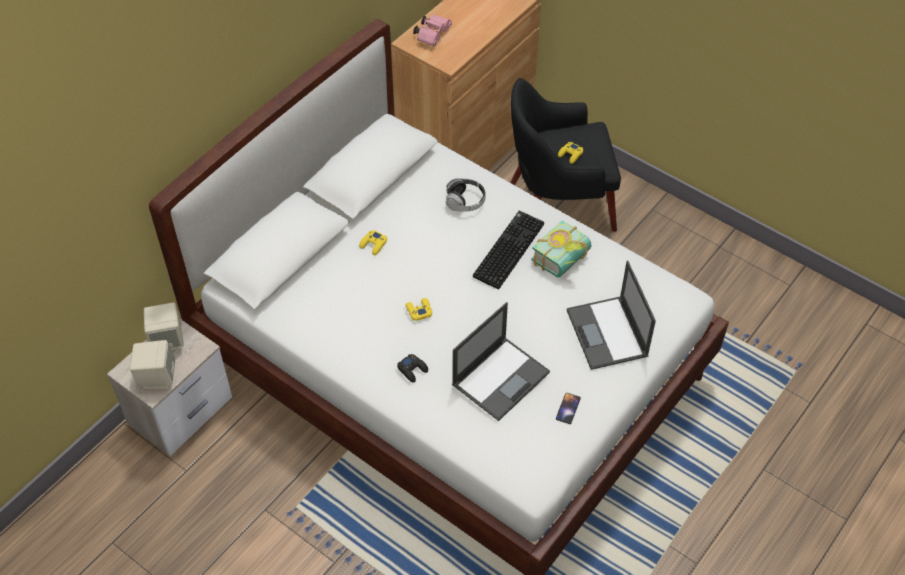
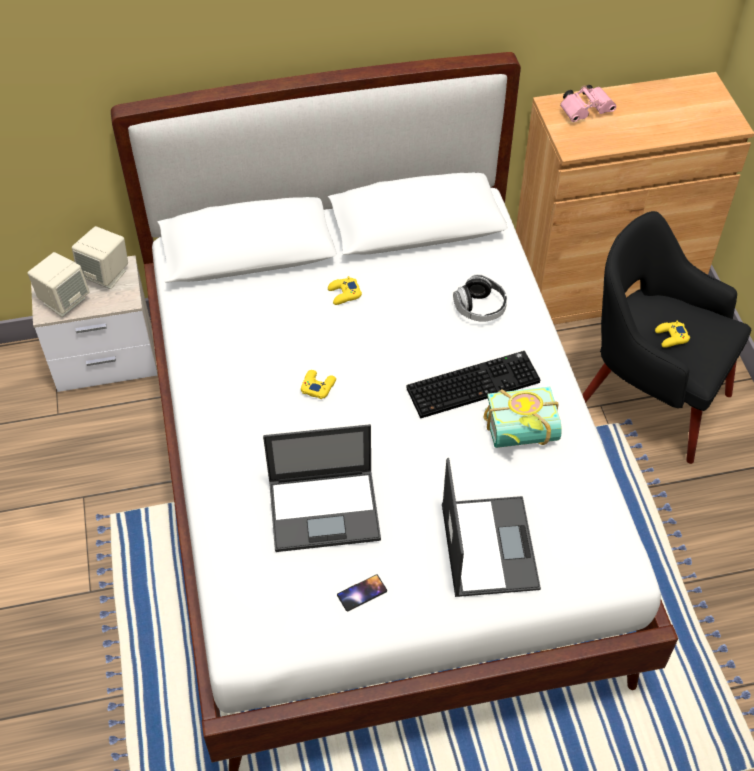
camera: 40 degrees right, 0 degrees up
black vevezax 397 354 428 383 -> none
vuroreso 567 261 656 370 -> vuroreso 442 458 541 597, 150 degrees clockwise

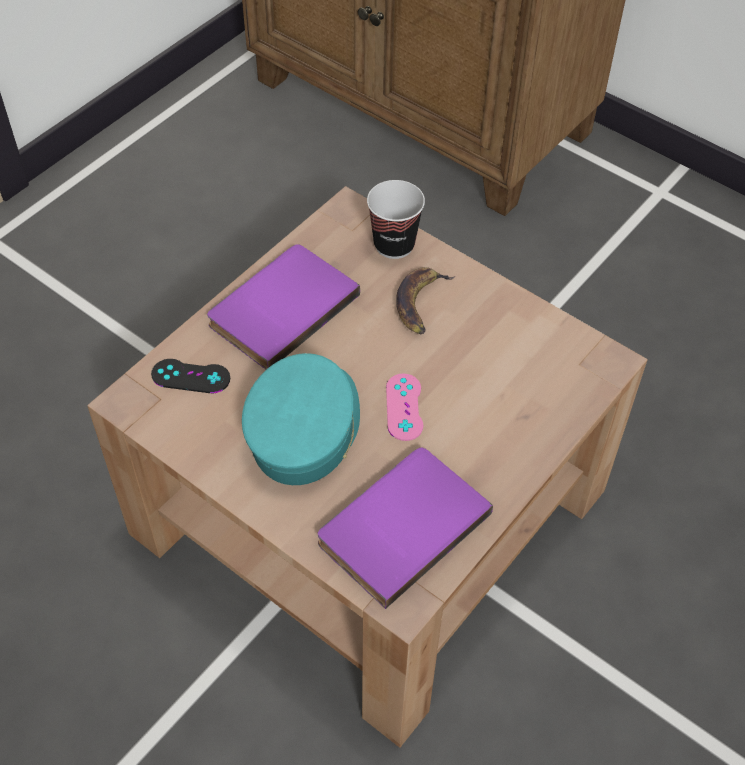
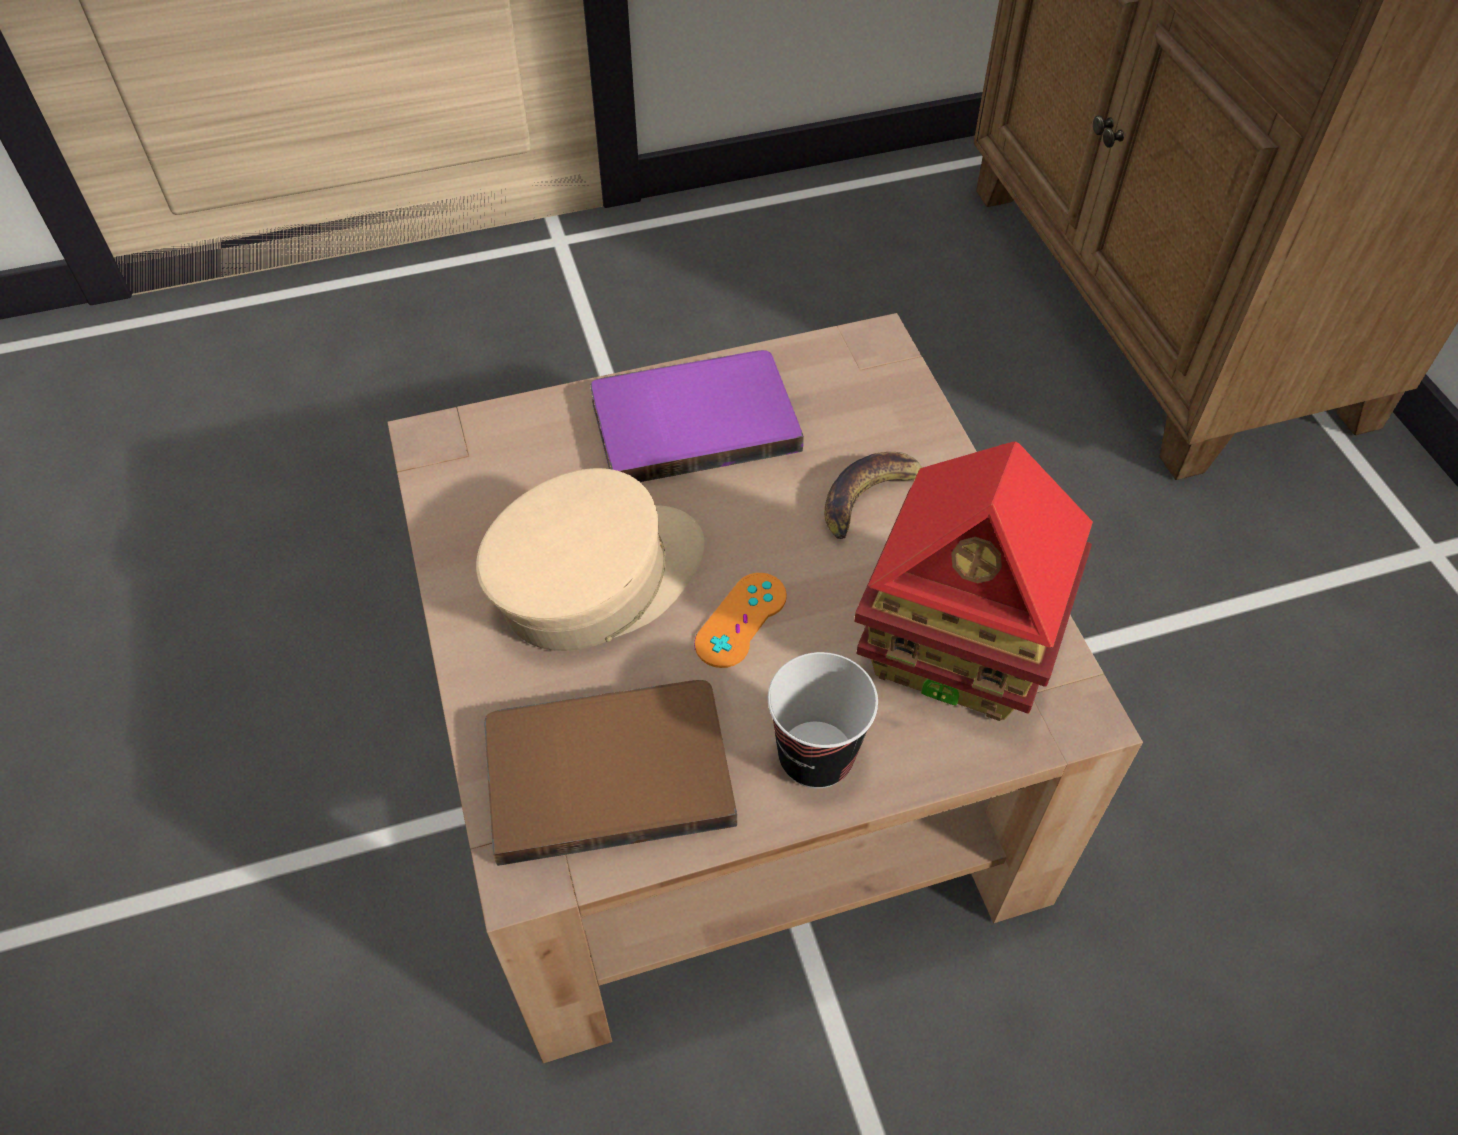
camera: 35 degrees right, 0 degrees up
black vevezax 151 359 230 393 -> none
none -> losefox 854 441 1093 721
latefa 367 180 425 259 -> latefa 768 652 878 789, moved
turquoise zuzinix 242 353 360 485 -> beige zuzinix 476 468 705 651
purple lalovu 318 448 493 609 -> brown lalovu 484 680 737 866
pink vevezax 386 374 423 441 -> orange vevezax 694 573 787 668

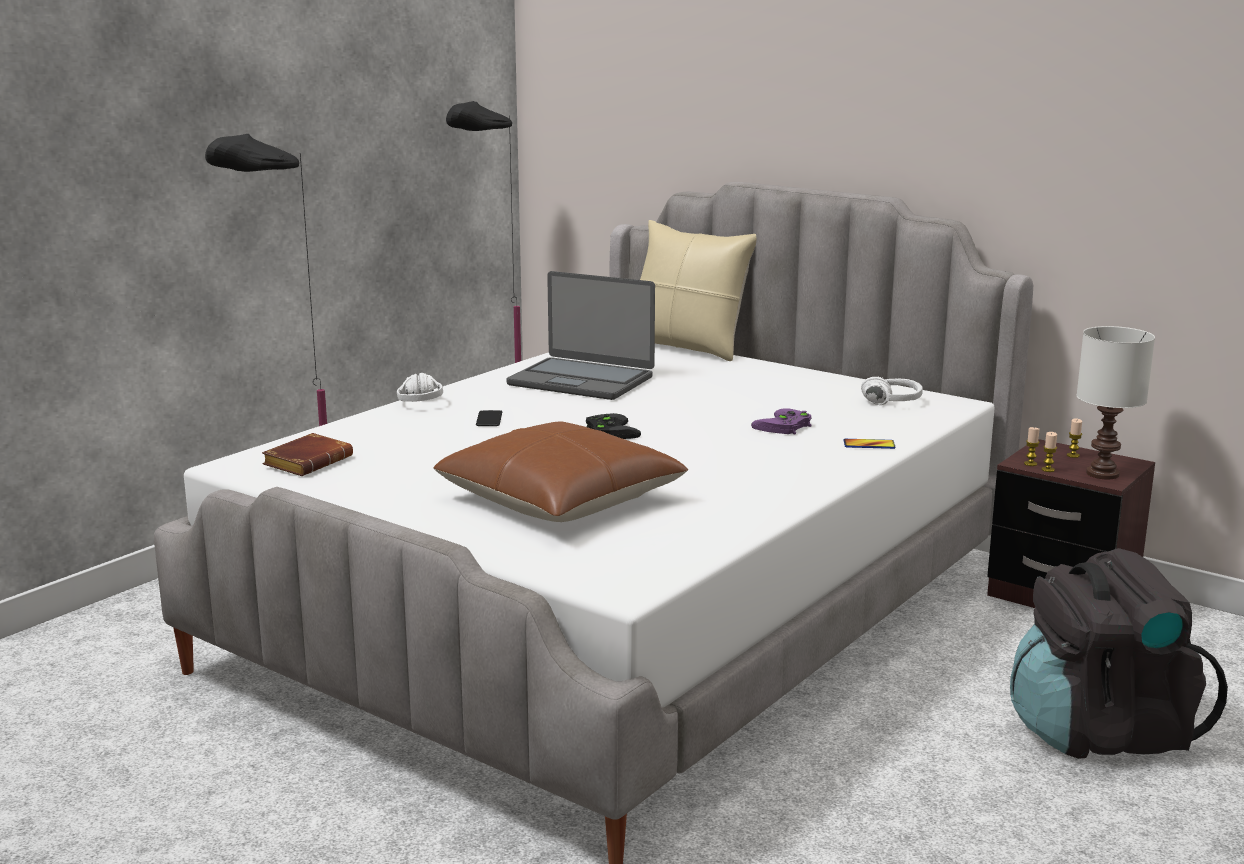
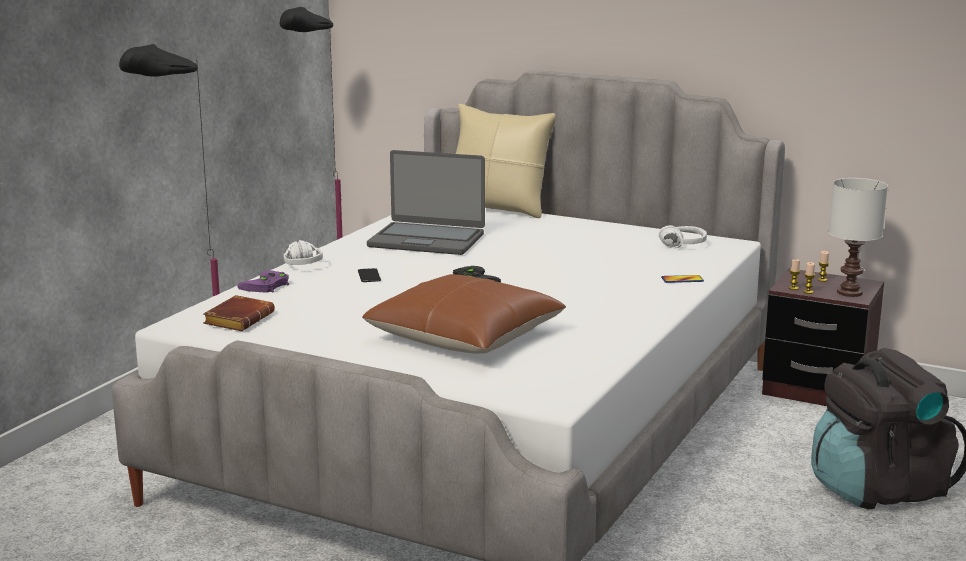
camera: 10 degrees left, 0 degrees up
purple vevezax 751 408 812 435 -> purple vevezax 237 271 289 293, moved

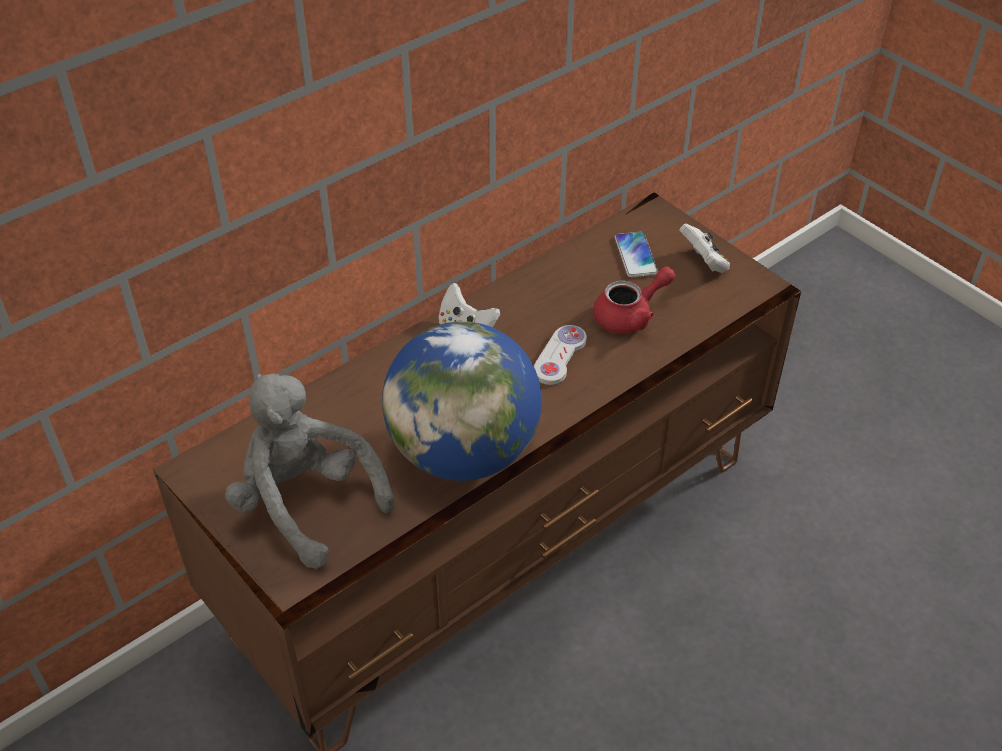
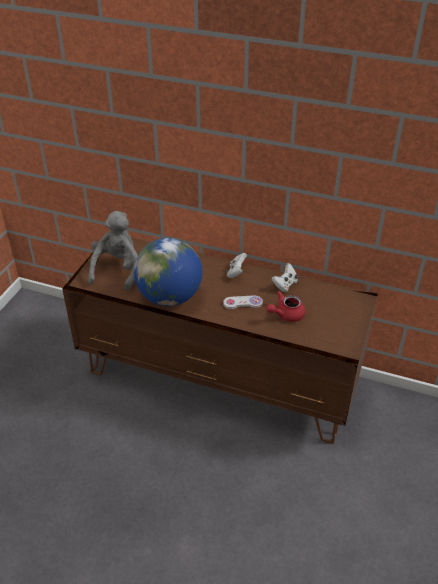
camera: 60 degrees right, 5 degrees down
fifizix 615 232 658 277 -> none
white vevezax 679 223 730 273 -> white vevezax 271 263 298 292, moved
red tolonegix 593 266 675 334 -> red tolonegix 266 291 305 322, 120 degrees clockwise

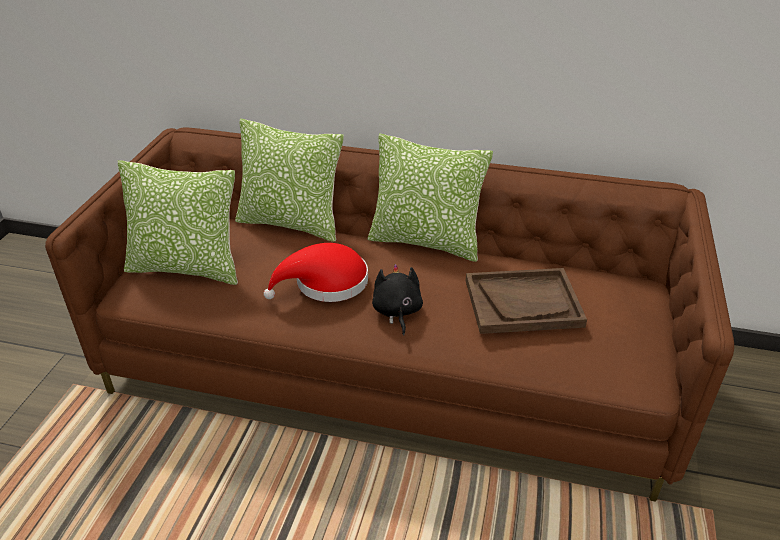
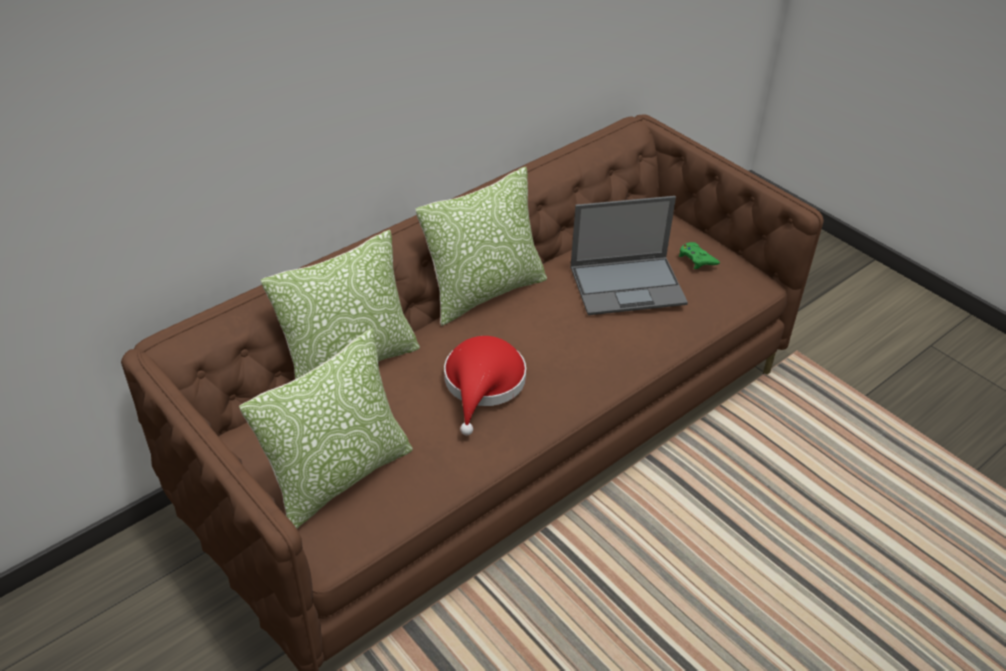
camera: 55 degrees left, 5 degrees up
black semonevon 372 264 423 335 -> none
none -> green vevezax 679 242 720 269
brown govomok 466 268 587 334 -> vuroreso 570 196 688 315

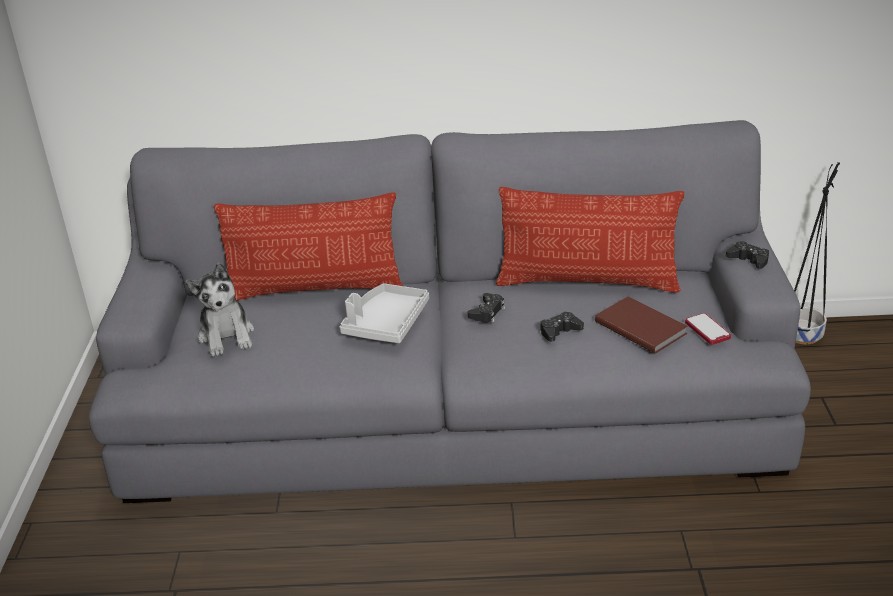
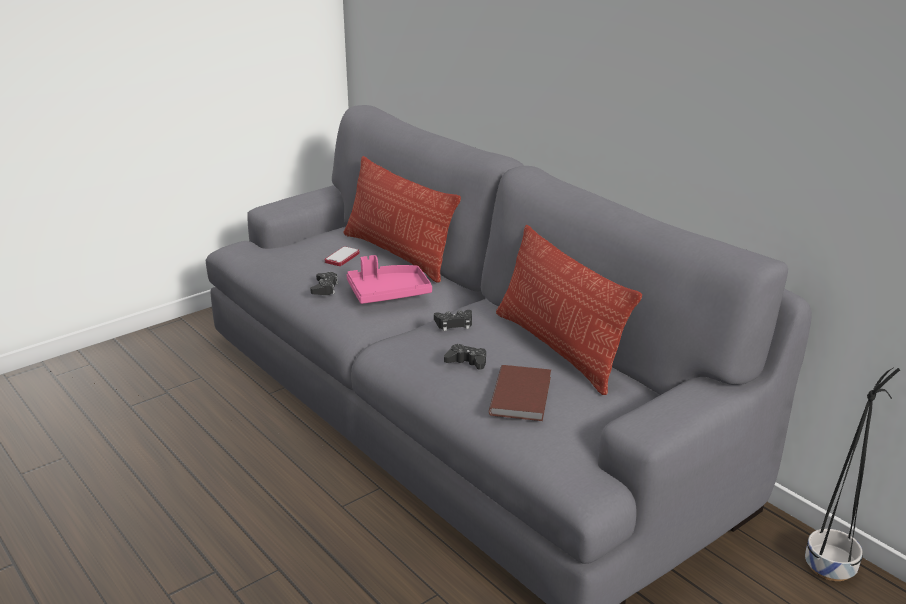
camera: 50 degrees right, 5 degrees down
semonevon 186 263 254 357 -> none
fifizix 685 313 731 345 -> fifizix 325 247 360 266, moved
black vevezax 726 241 769 269 -> black vevezax 310 272 338 295, moved
grey govomok 340 283 429 343 -> pink govomok 346 255 432 304

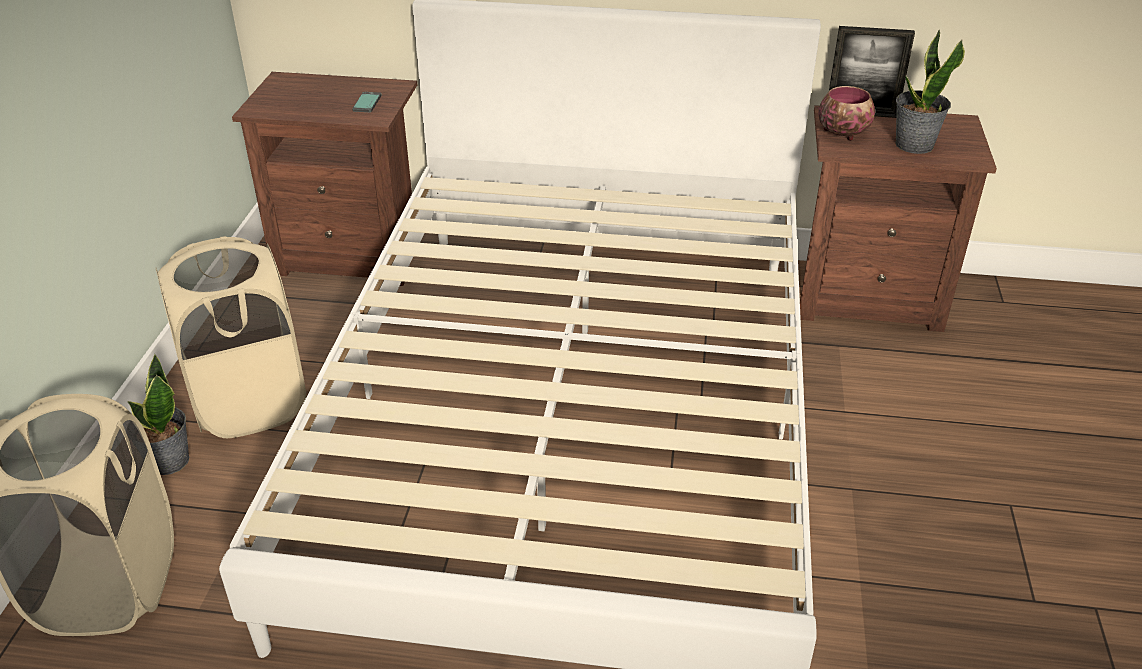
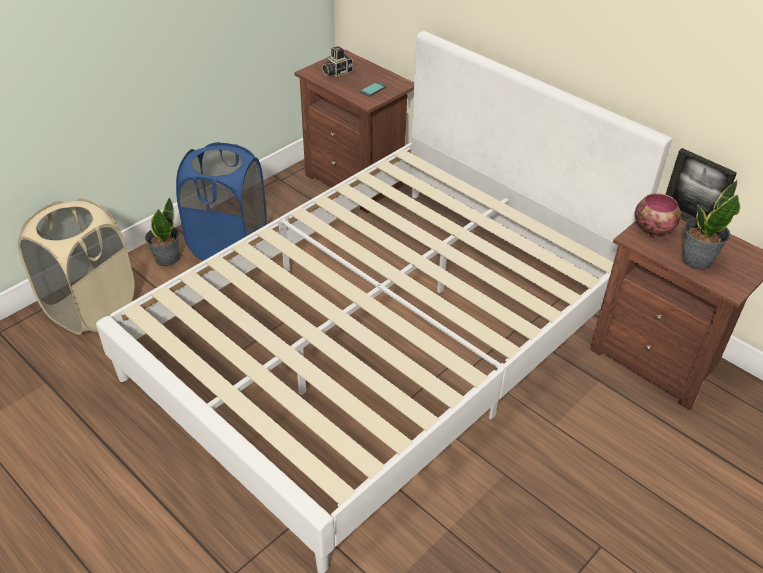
camera: 35 degrees right, 5 degrees up
none -> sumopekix 322 46 353 77
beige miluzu 156 236 306 438 -> blue miluzu 176 142 267 261

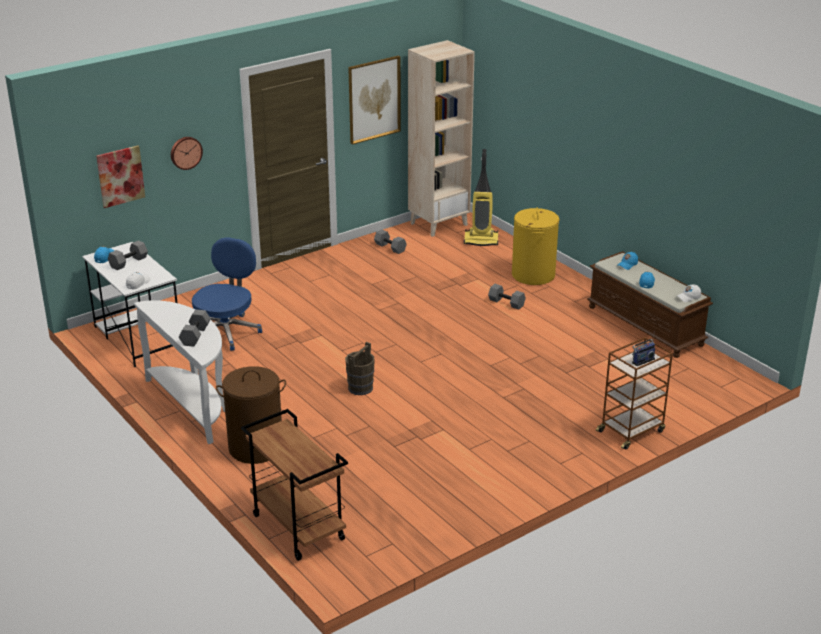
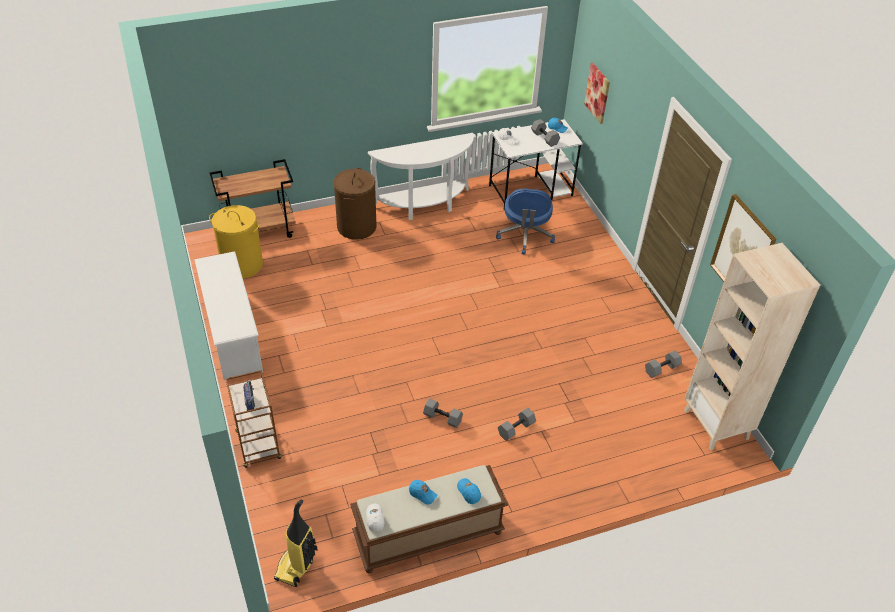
camera: 105 degrees right, 15 degrees up
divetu 171 137 203 170 -> none
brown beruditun 345 342 375 395 -> none
none -> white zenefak 195 251 263 380
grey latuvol 179 310 211 347 -> grey latuvol 423 398 463 428, moved
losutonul 464 149 498 246 -> losutonul 274 500 318 587, moved
yellow miluzu 512 207 559 285 -> yellow miluzu 209 205 263 279, moved
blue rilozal 192 238 262 351 -> blue rilozal 496 189 555 255, 60 degrees clockwise

